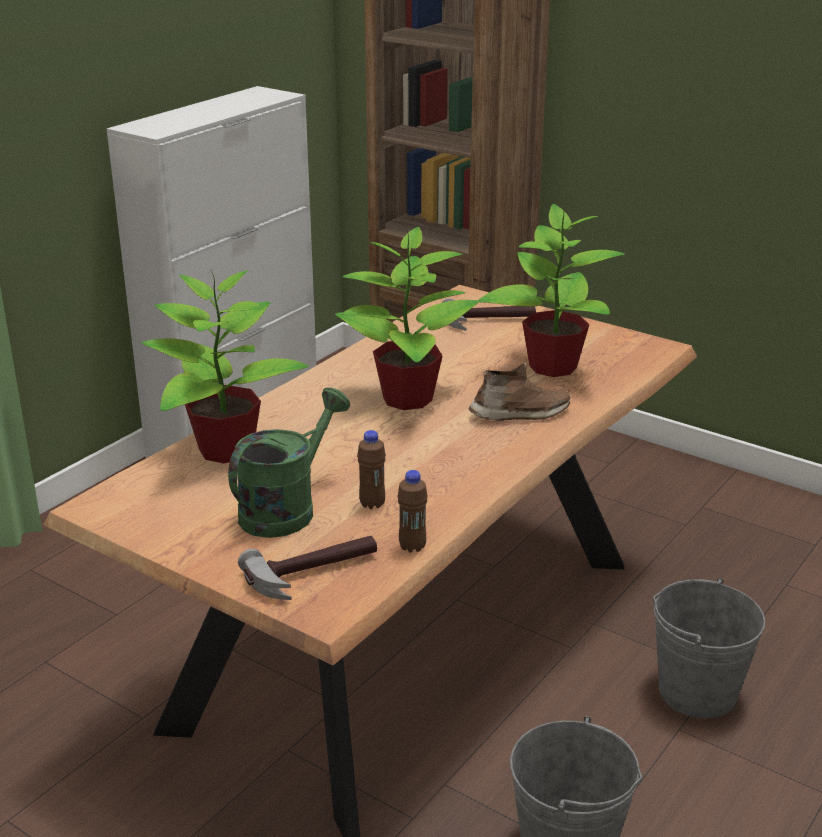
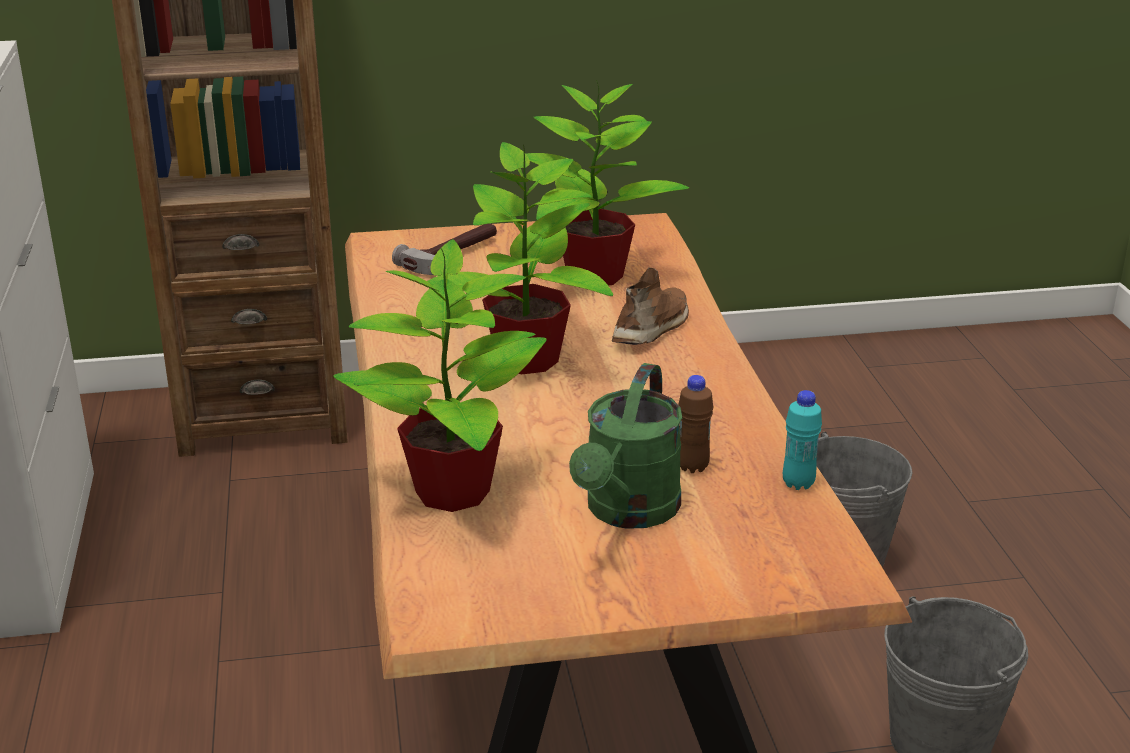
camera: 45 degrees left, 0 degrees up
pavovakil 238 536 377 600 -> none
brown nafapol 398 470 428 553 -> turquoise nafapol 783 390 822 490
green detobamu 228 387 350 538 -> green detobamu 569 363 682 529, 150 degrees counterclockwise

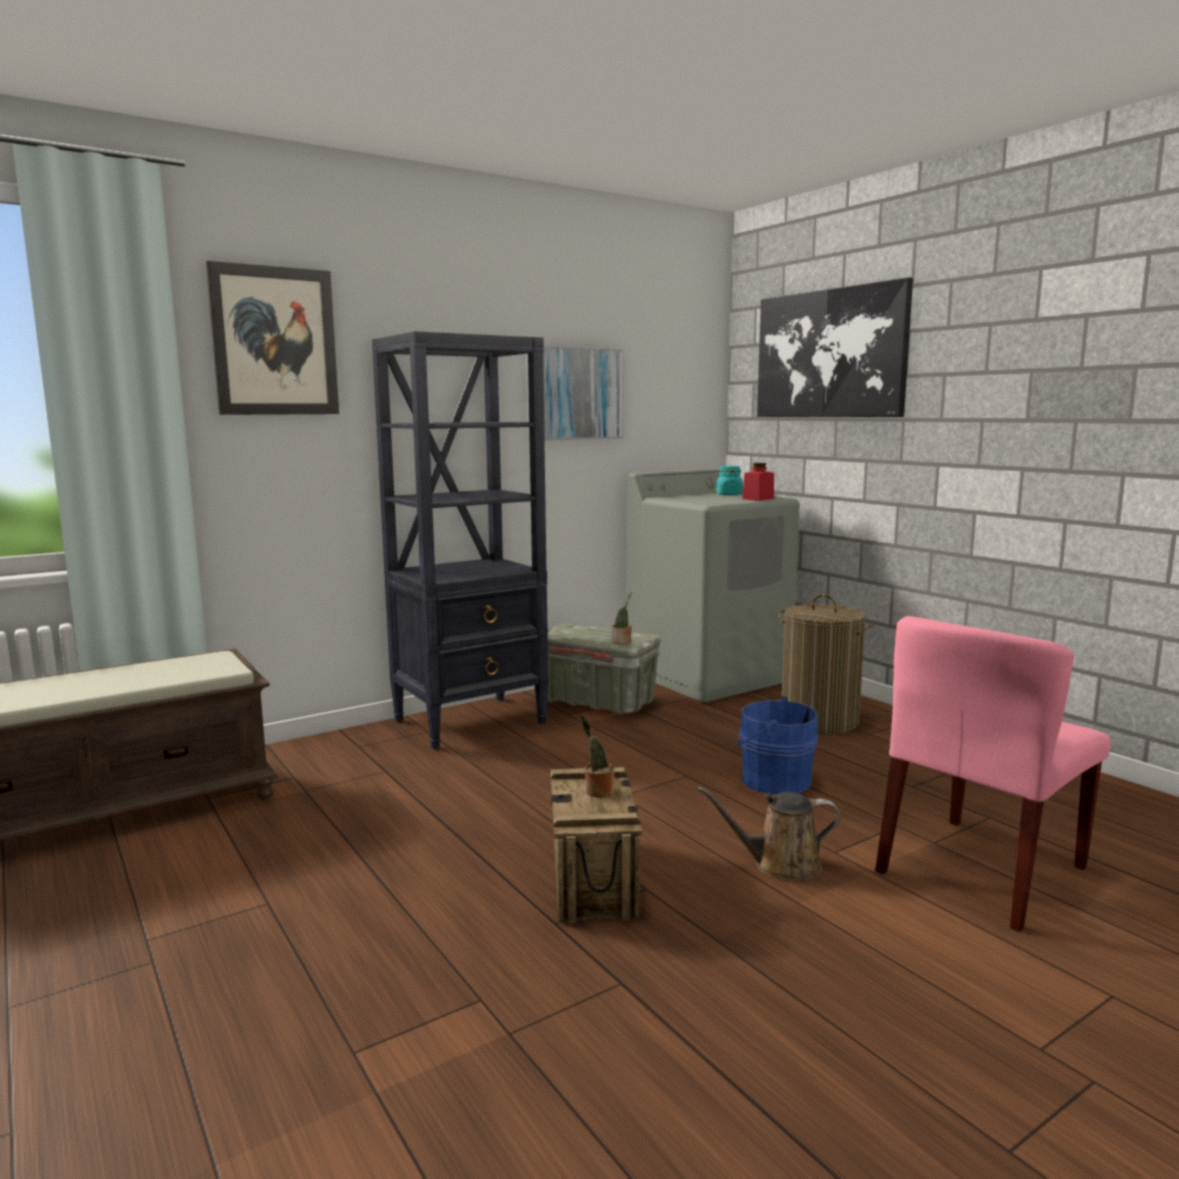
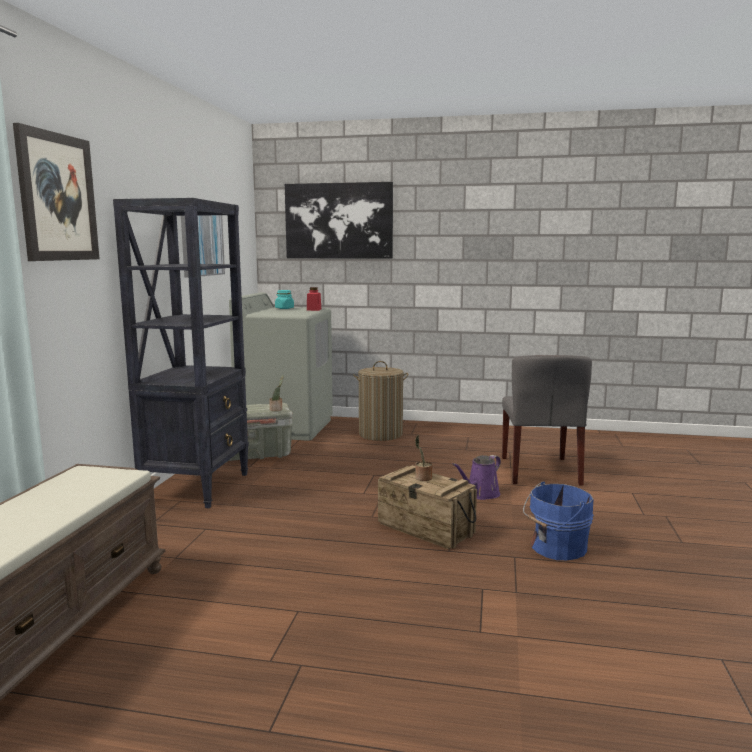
camera: 45 degrees left, 0 degrees up
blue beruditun 736 696 818 794 -> blue beruditun 523 481 594 560, moved
brown detobamu 697 787 841 881 -> purple detobamu 452 455 501 500
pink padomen 875 616 1111 932 -> grey padomen 502 355 592 486

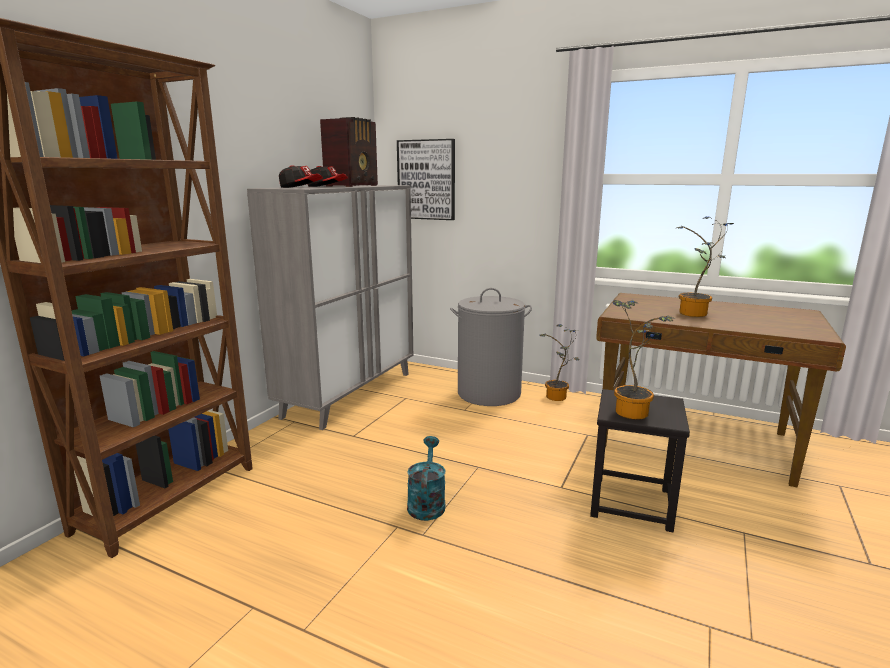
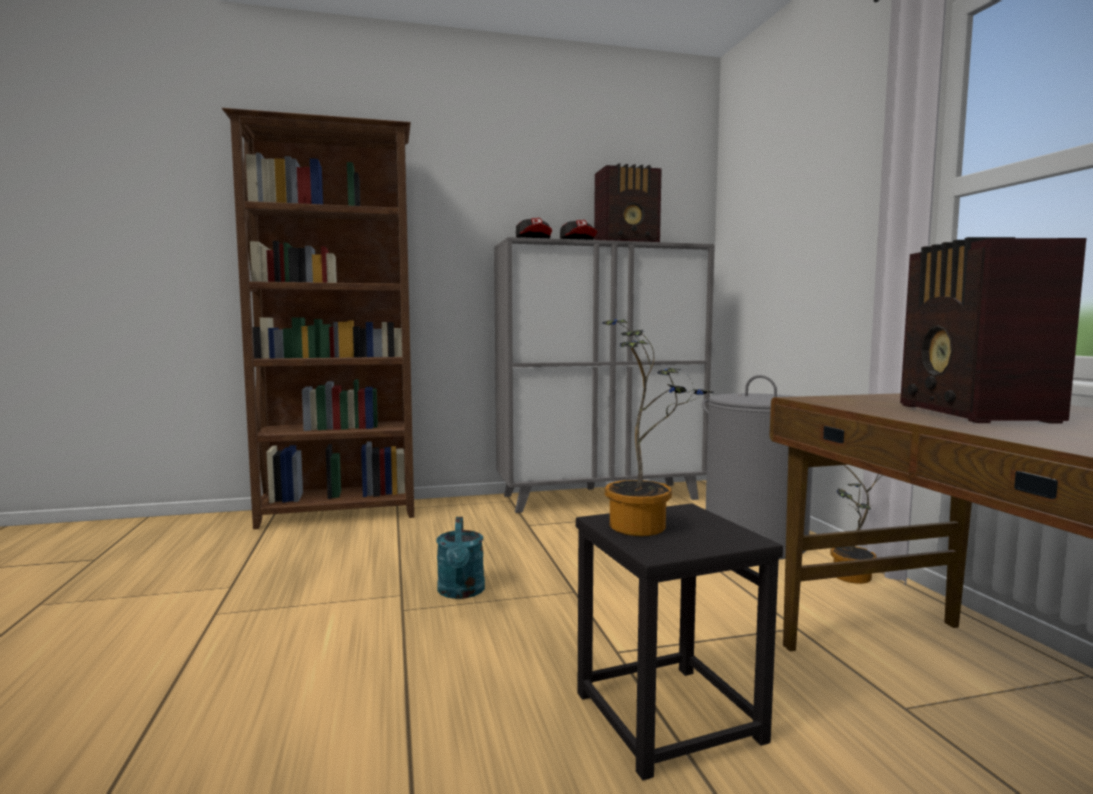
camera: 50 degrees right, 10 degrees down
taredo 397 139 455 220 -> none
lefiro 675 217 734 317 -> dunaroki 900 237 1086 423
turquoise detobamu 407 436 446 521 -> turquoise detobamu 436 517 485 599, 120 degrees clockwise

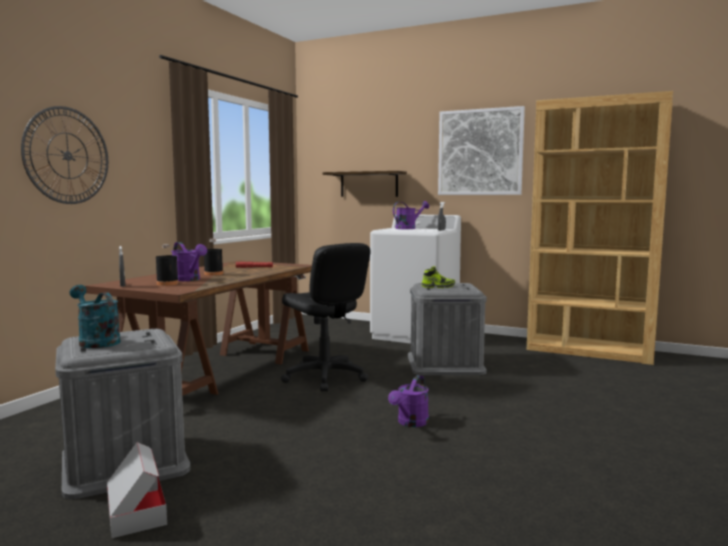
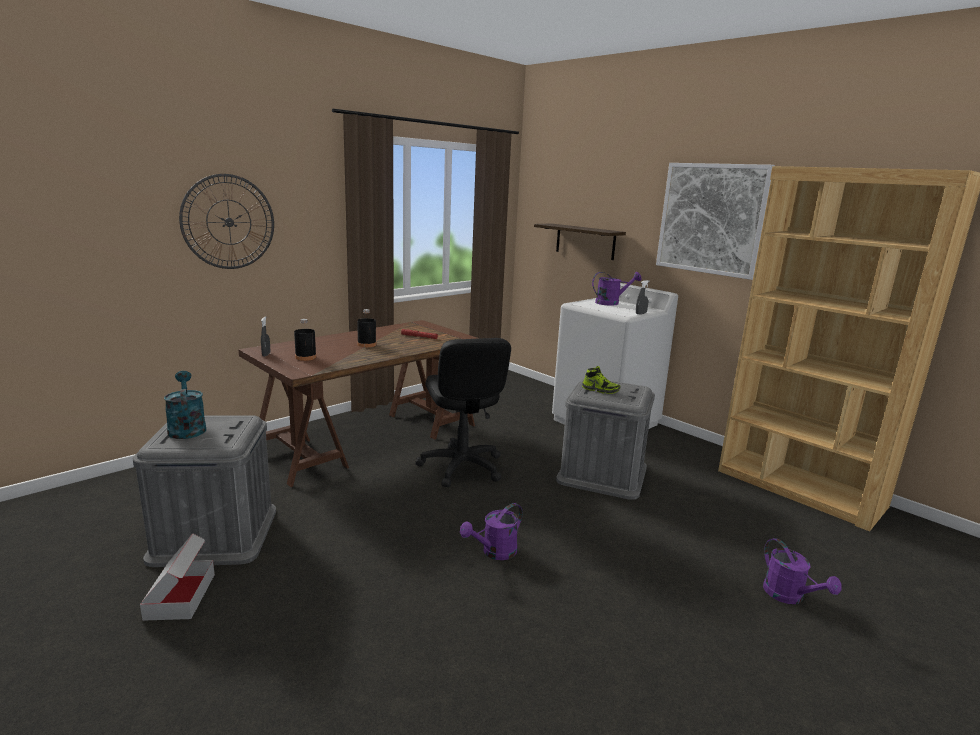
camera: 20 degrees right, 10 degrees up
purple detobamu 171 242 207 281 -> purple detobamu 763 538 842 604, moved

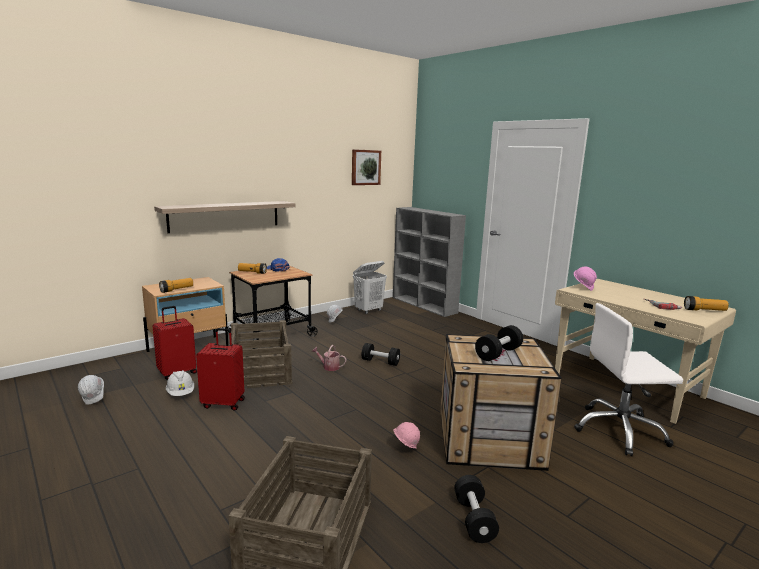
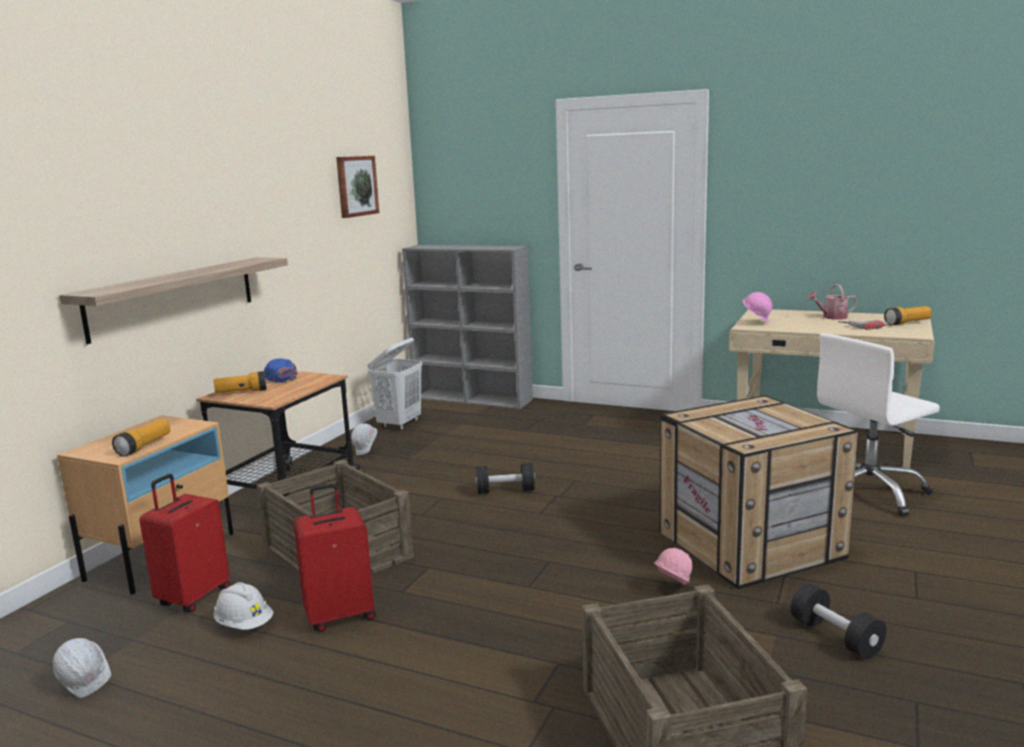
camera: 25 degrees left, 0 degrees up
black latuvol 475 325 523 361 -> none
detobamu 311 345 347 371 -> detobamu 807 284 858 320, moved

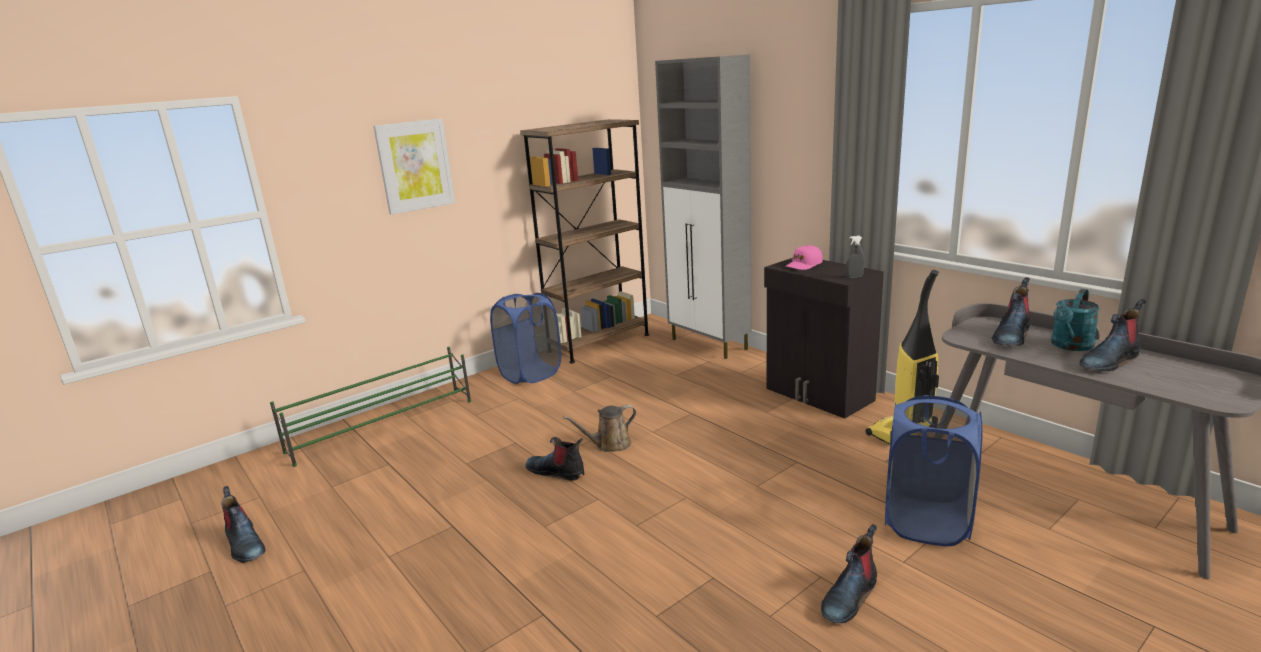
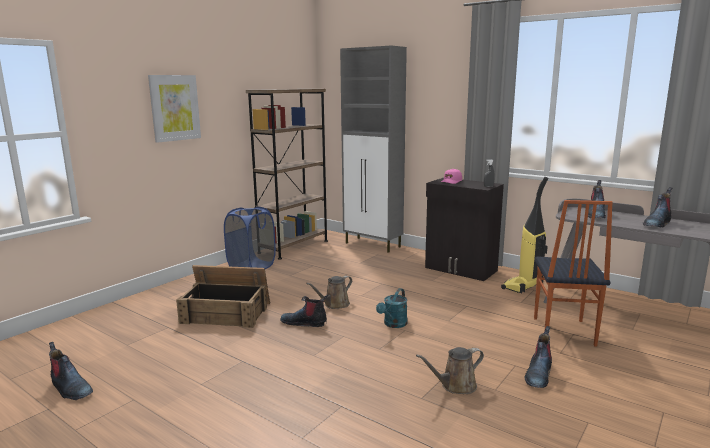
camera: 15 degrees left, 5 degrees down
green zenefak 270 347 471 467 -> none
none -> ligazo 176 265 270 328
none -> brown detobamu 416 347 484 394
turquoise detobamu 1051 289 1100 351 -> turquoise detobamu 376 288 408 328, moved
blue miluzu 885 395 983 546 -> padomen 534 200 613 347

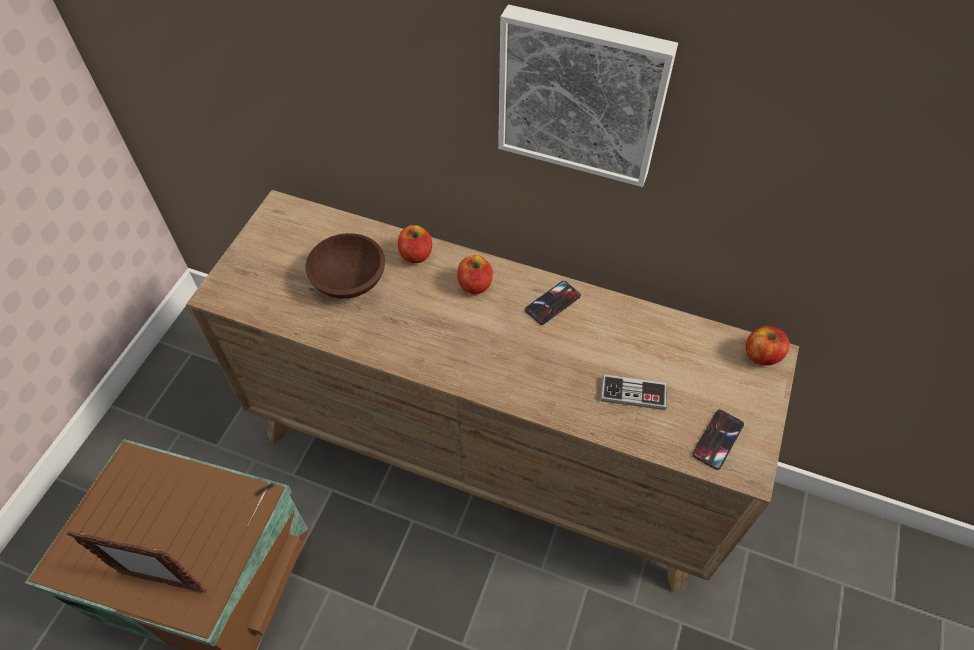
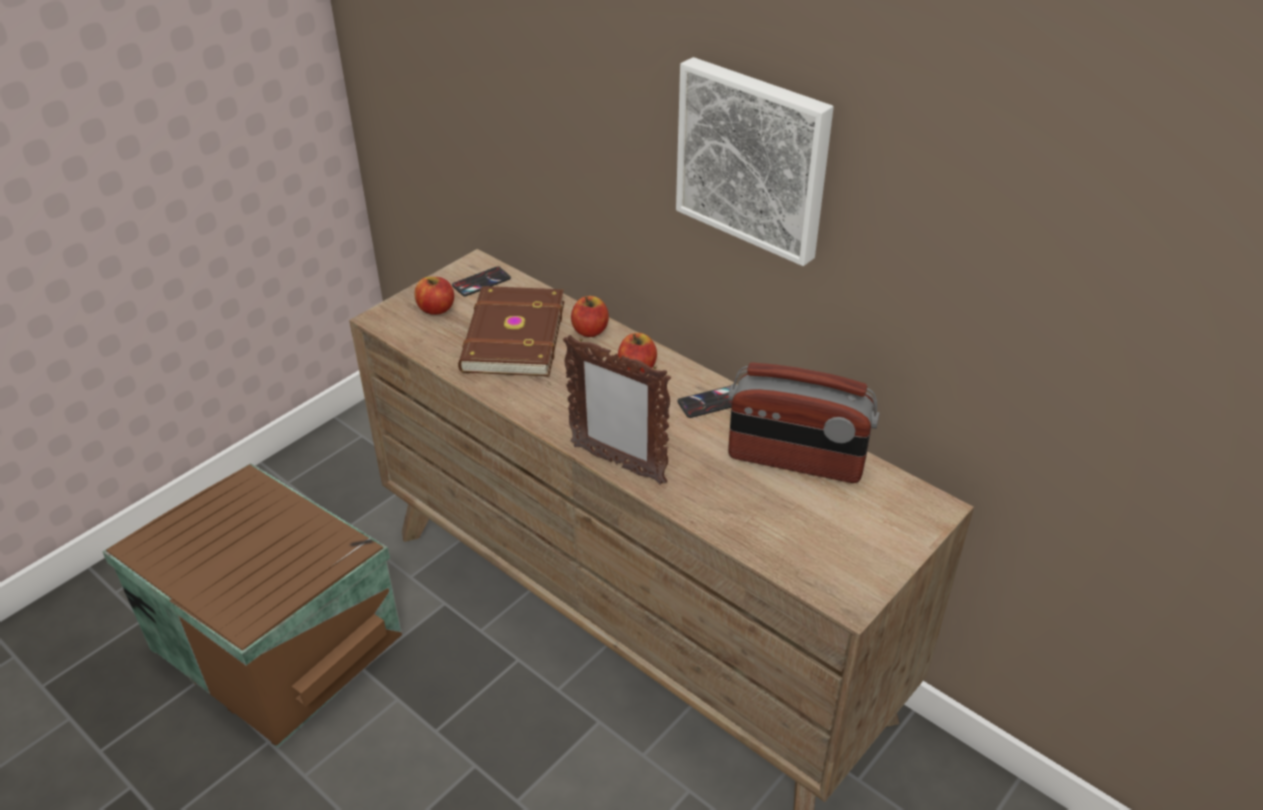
camera: 20 degrees right, 15 degrees down
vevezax 601 374 667 410 -> none
none -> dunaroki 728 362 880 483
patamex 67 531 207 593 -> patamex 563 335 671 485, moved
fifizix 692 410 744 470 -> fifizix 452 266 511 296, moved
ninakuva 746 326 789 365 -> ninakuva 414 277 454 315, moved
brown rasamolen 305 233 385 299 -> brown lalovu 458 286 564 377

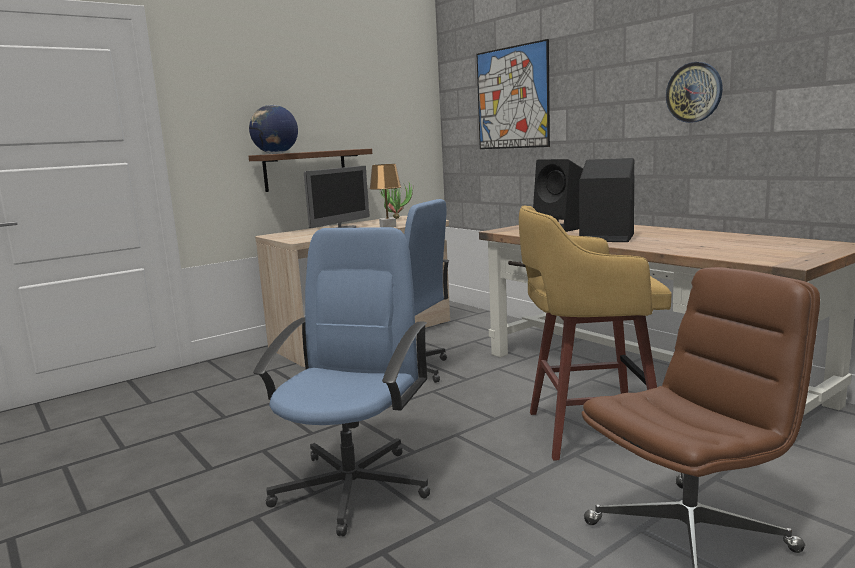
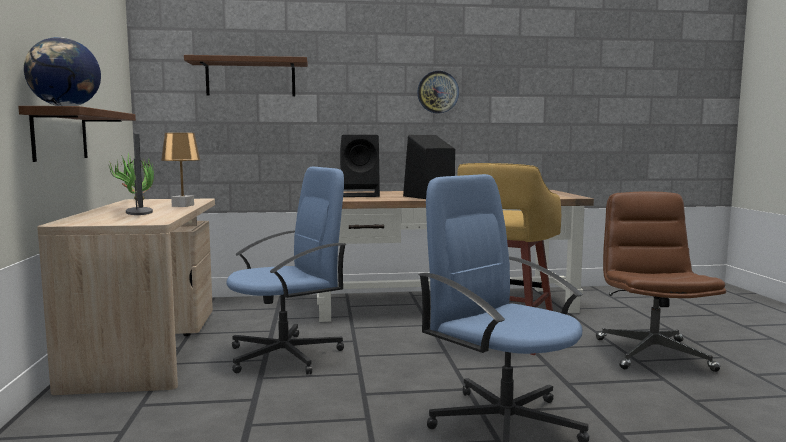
camera: 60 degrees left, 5 degrees down
taredo 477 39 550 149 -> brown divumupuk 184 55 308 96

